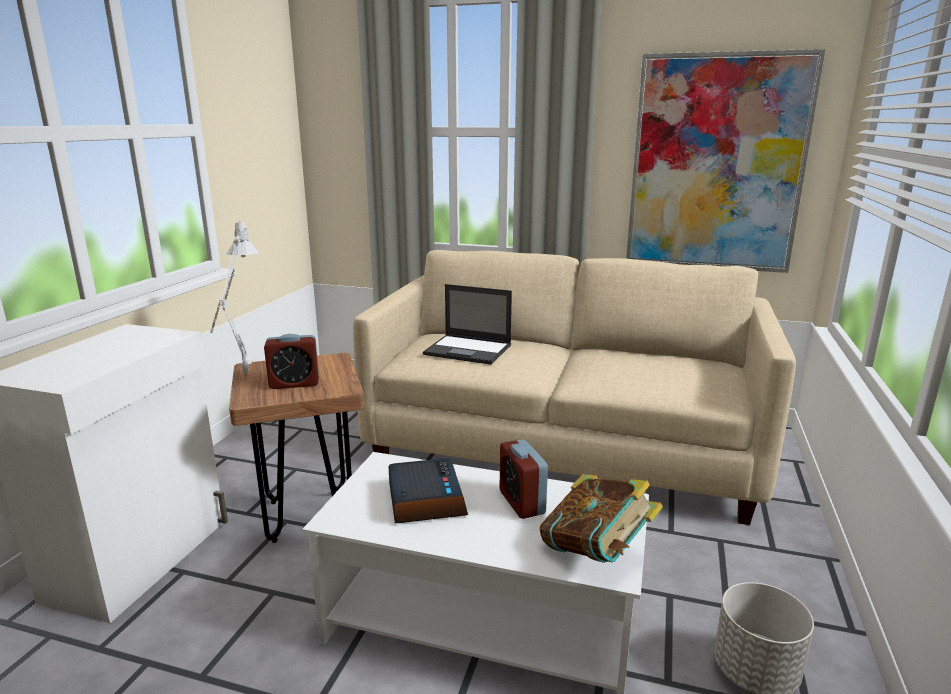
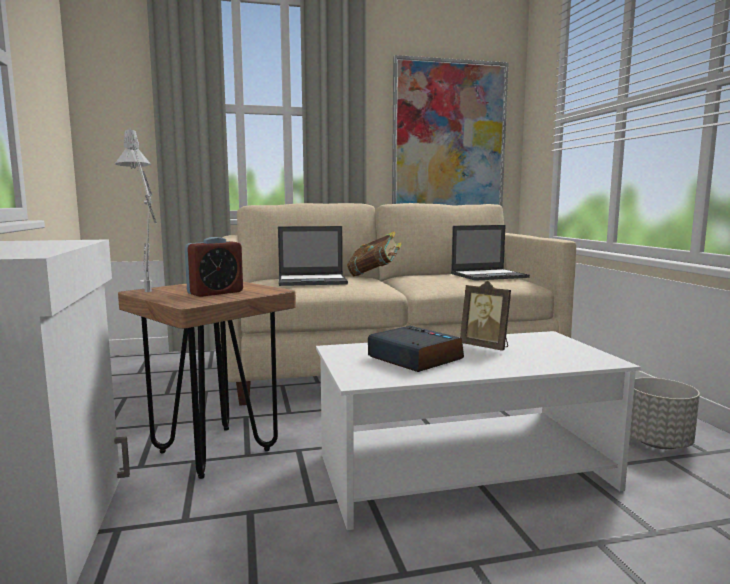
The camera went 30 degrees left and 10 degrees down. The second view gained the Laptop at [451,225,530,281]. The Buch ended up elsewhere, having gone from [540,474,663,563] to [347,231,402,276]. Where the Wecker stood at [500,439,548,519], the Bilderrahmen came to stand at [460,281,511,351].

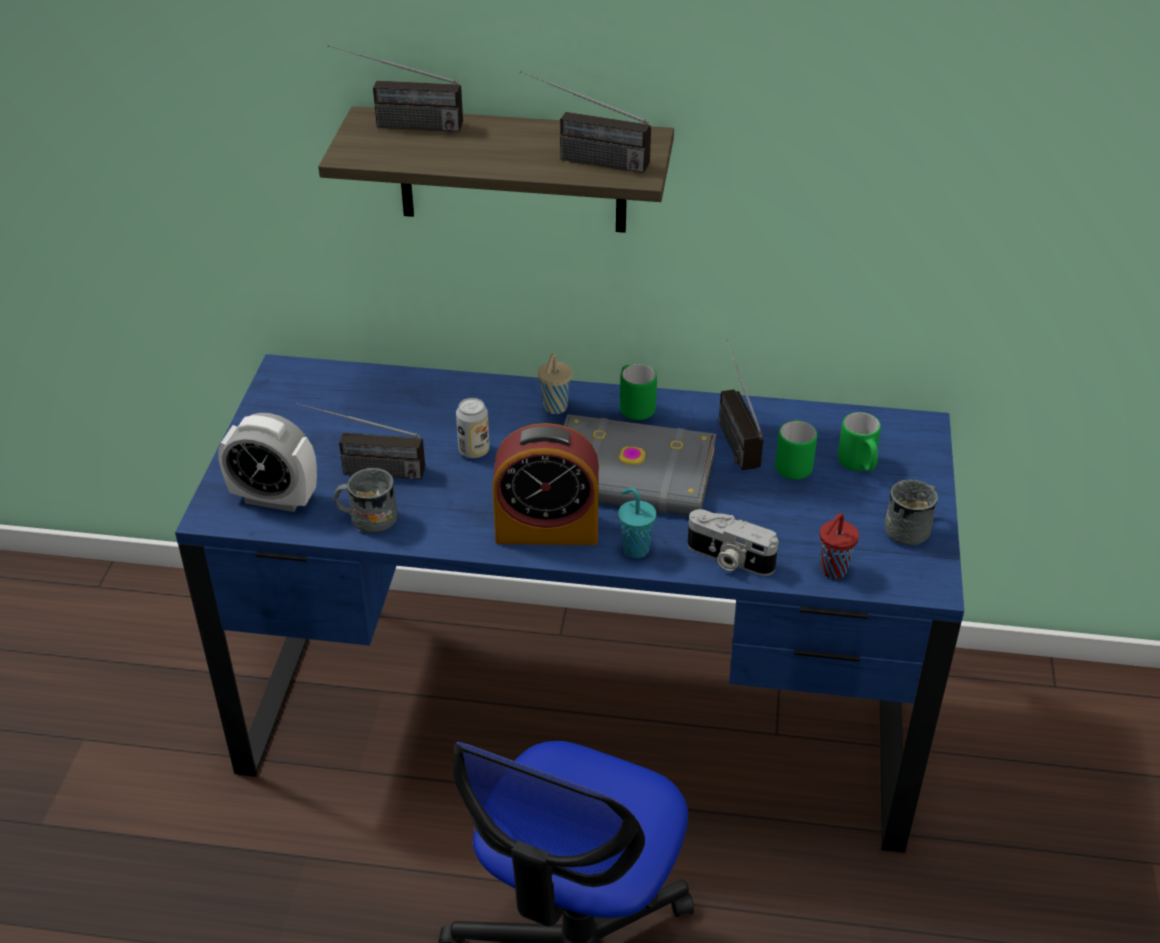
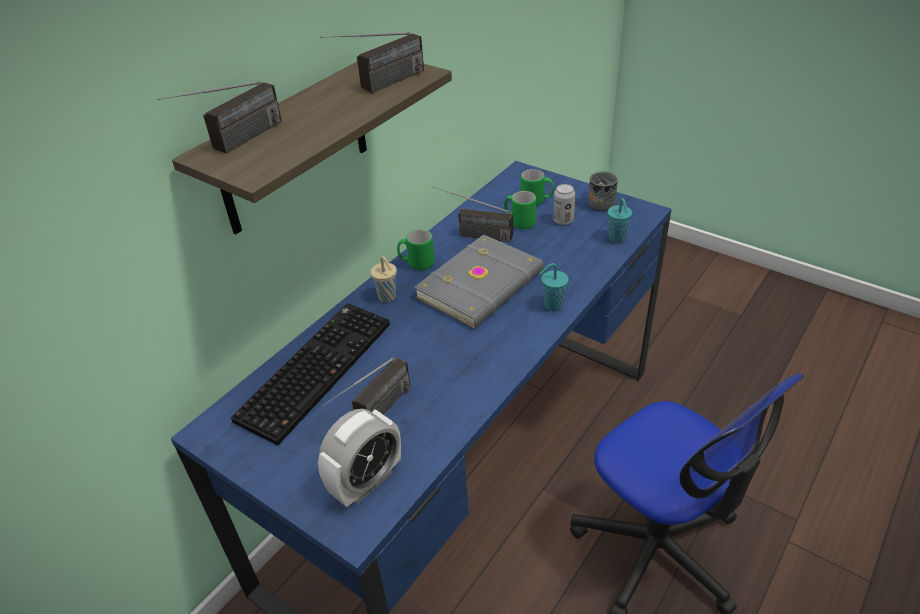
The camera went 60 degrees left and 0 degrees up. The second view lost the Henkelbecher/grau at [334,468,398,533]. The second view lost the Wecker at [493,423,599,545]. The second view lost the Kamera at [687,509,778,576]. The second view gained the Tastatur at [231,303,390,445]. The Dose ended up elsewhere, having gone from [456,398,490,458] to [553,184,575,225]. What was the Tasse/rot at [819,513,859,579] turned into the Tasse/türkis at [607,198,632,243].

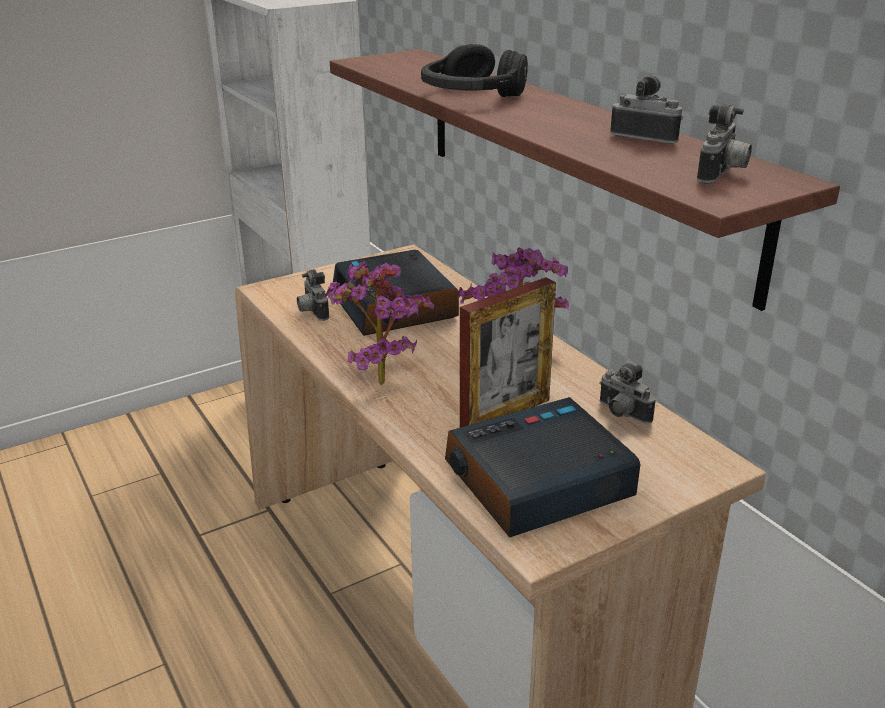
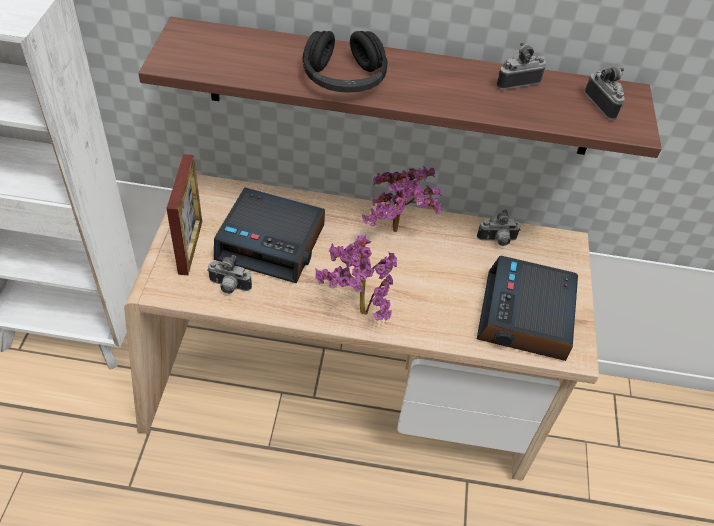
The camera went 55 degrees left and 20 degrees up. The Bilderrahmen ended up elsewhere, having gone from [460,277,556,428] to [166,154,202,275].

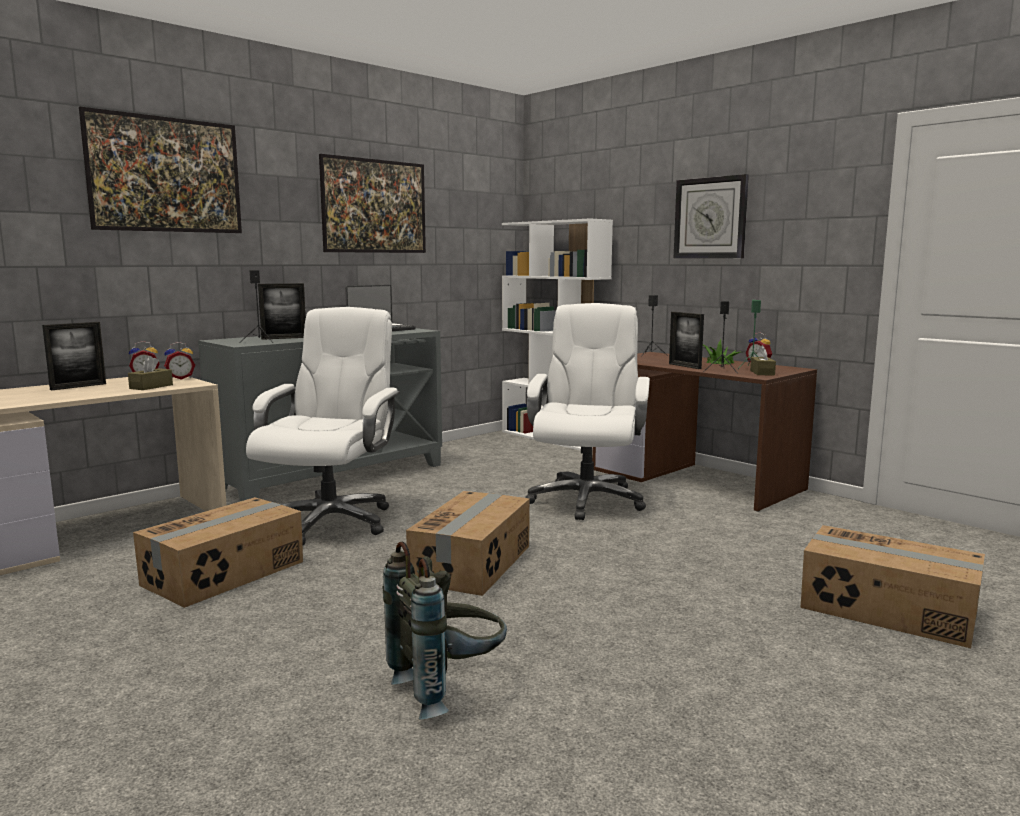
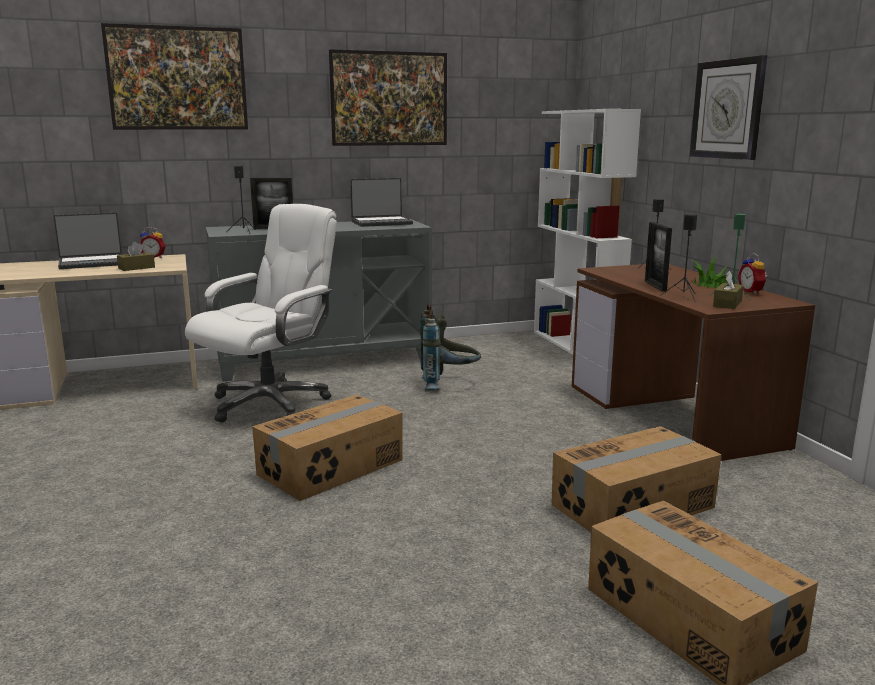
The camera went 25 degrees right and 5 degrees up. The second view lost the Wecker at [164,342,195,380]. The second view lost the Bürostuhl/weiß at [525,303,650,520]. The Karton ended up elsewhere, having gone from [133,497,303,608] to [551,426,721,532]. The Rucksack/grau ended up elsewhere, having gone from [382,542,507,719] to [420,304,481,391]. Where the Bilderrahmen stood at [42,322,106,390], the Laptop came to stand at [53,212,122,269].

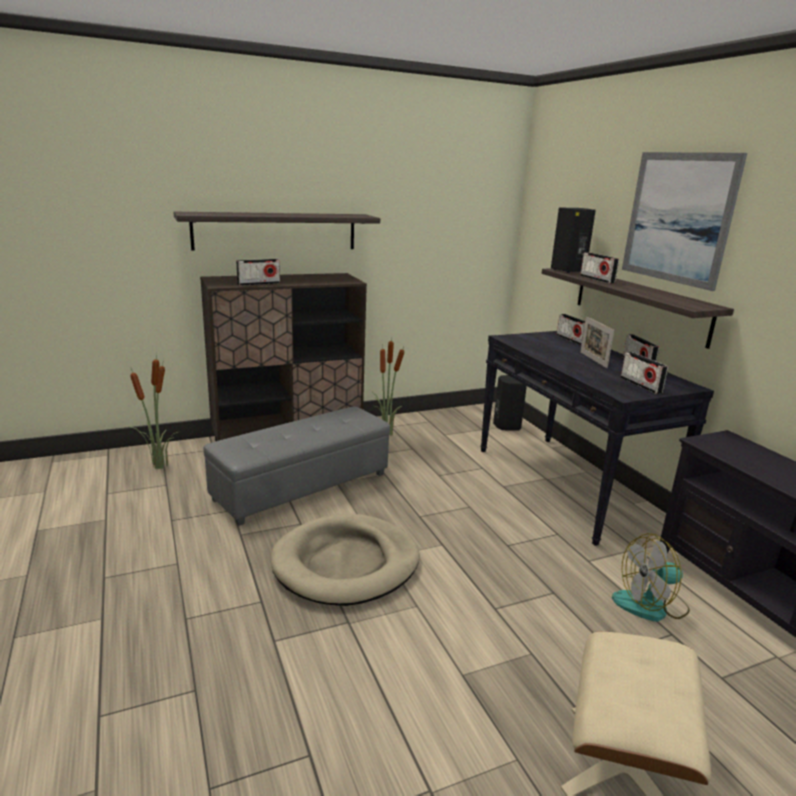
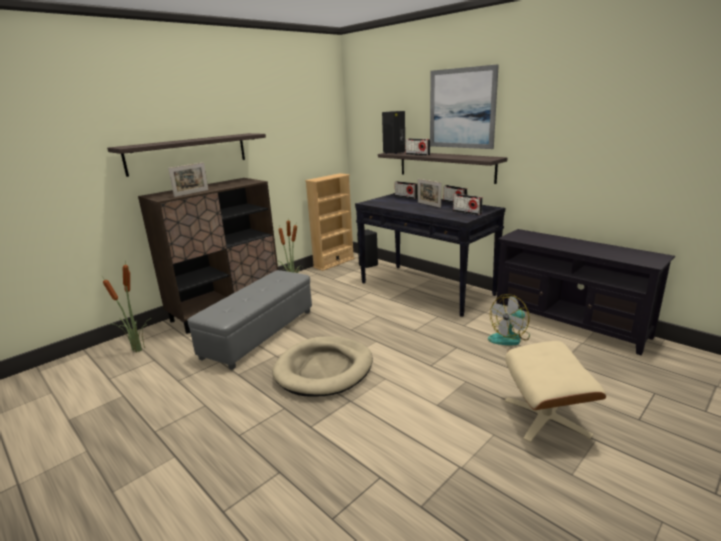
The camera went 20 degrees left and 0 degrees up. The second view gained the Bücherregal/beige at [305,173,355,271]. Where the Radio stood at [236,259,280,286], the Bilderrahmen came to stand at [168,162,209,197].

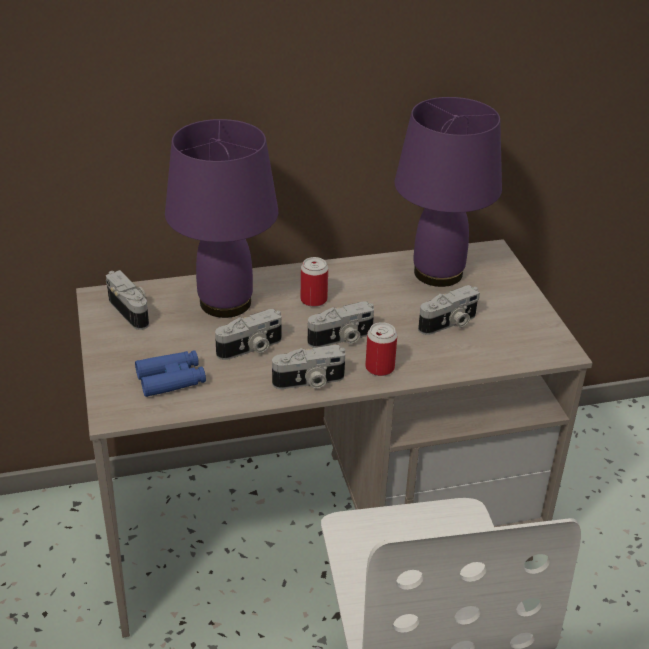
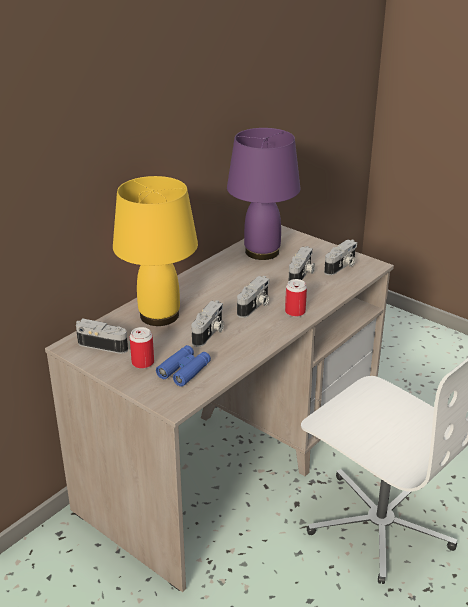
The camera went 35 degrees left and 5 degrees down. The Kamera ended up elsewhere, having gone from [272,345,345,389] to [324,239,357,275]. The Dose ended up elsewhere, having gone from [301,257,328,307] to [130,327,154,369]. What was the Tischlampe/lila at [165,119,278,318] turned into the Tischlampe/gelb at [113,176,198,326].

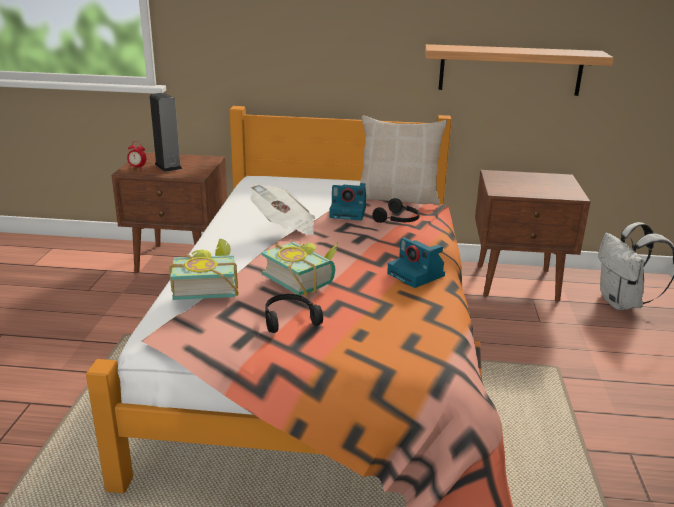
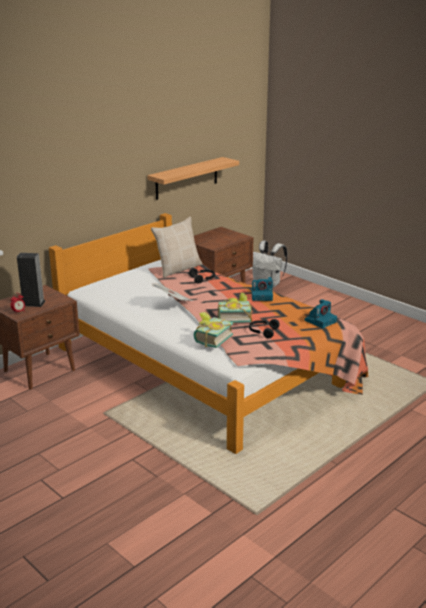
The camera went 50 degrees left and 0 degrees up. The Kamera ended up elsewhere, having gone from [329,183,366,220] to [305,299,337,329].

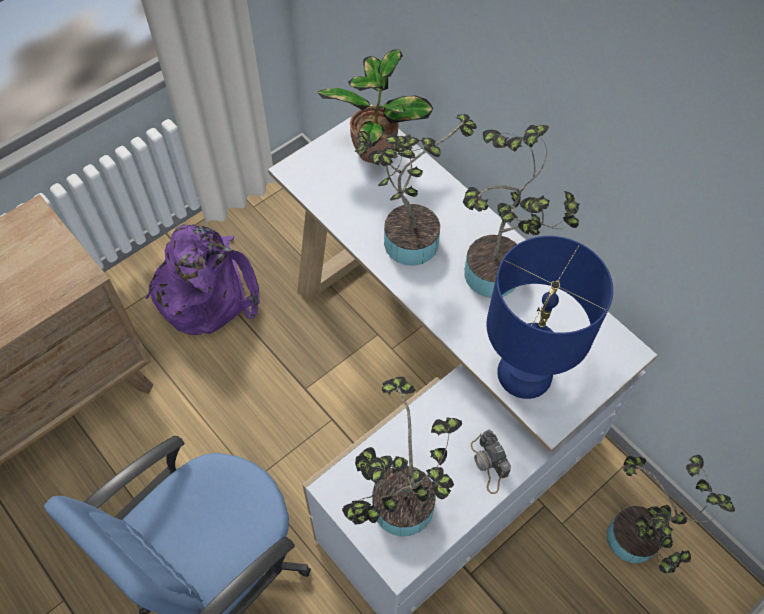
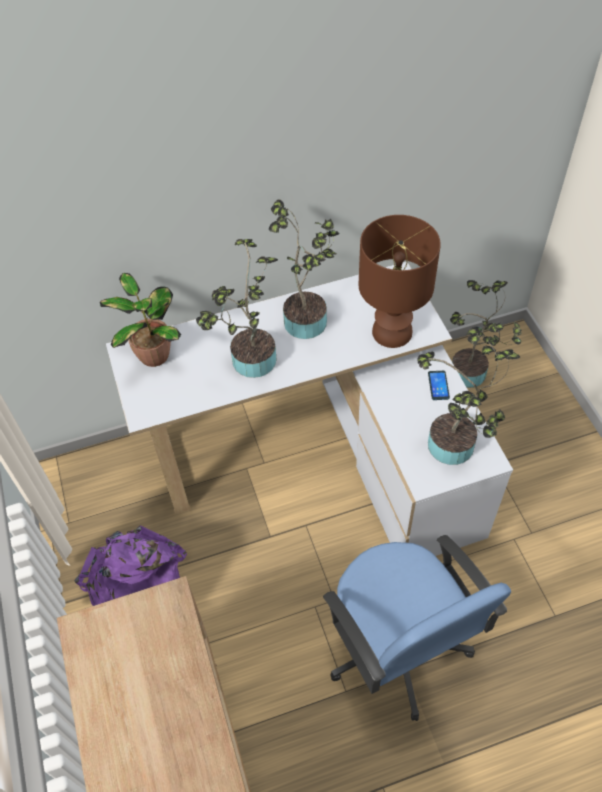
The camera went 65 degrees left and 5 degrees down. Where the Kamera stood at [471,430,511,494], the Handy came to stand at [428,371,450,400]. What was the Tischlampe/blau at [487,236,613,399] turned into the Tischlampe/braun at [359,215,441,348].

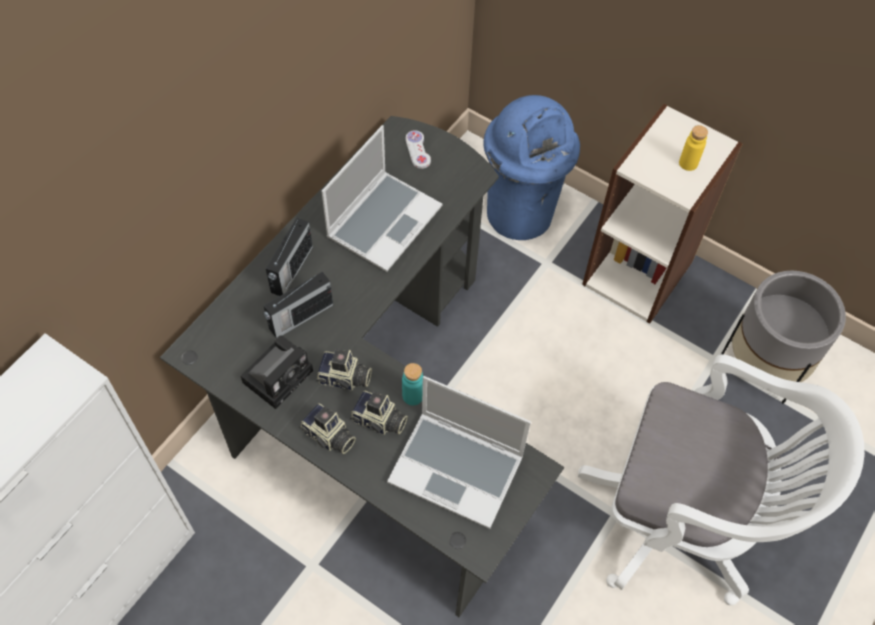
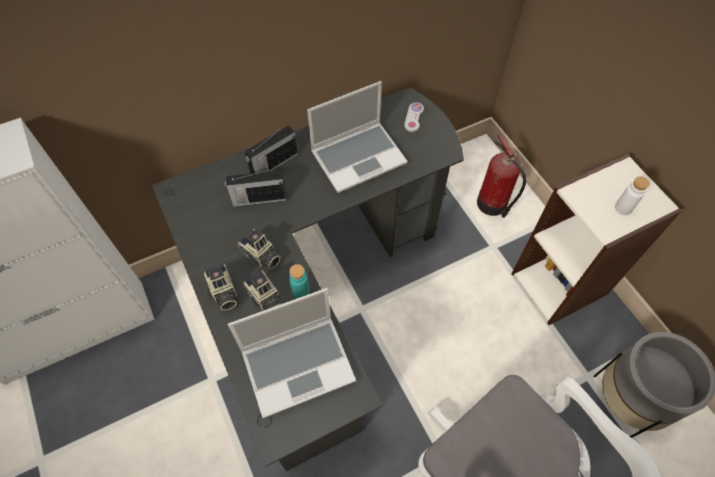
The camera went 30 degrees right and 0 degrees up. The second view lost the Kamera at [241,335,313,409]. Where the Mülleimer/blau stood at [484,95,580,240], the Feuerlöscher came to stand at [477,134,526,218]. What was the Flasche/gelb at [679,125,708,171] turned into the Flasche/weiß at [615,176,650,215]. The Laptop at [387,376,531,529] ended up facing another way, 75 degrees counterclockwise from before.

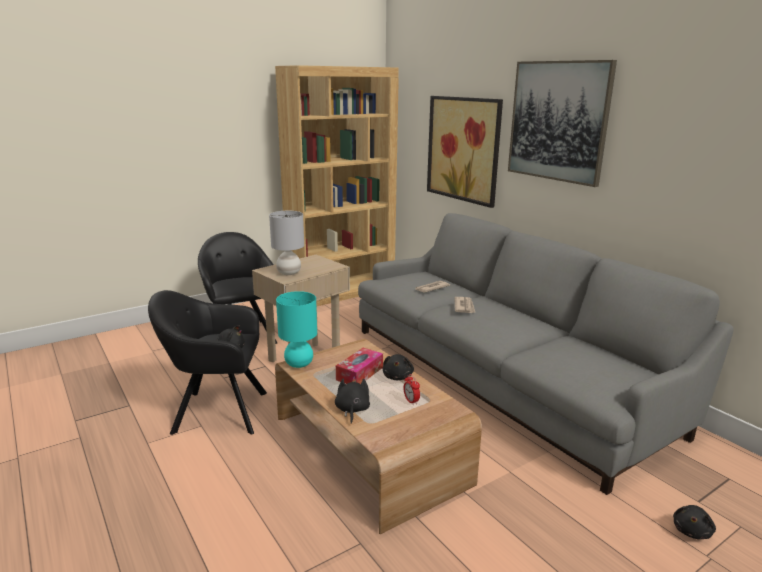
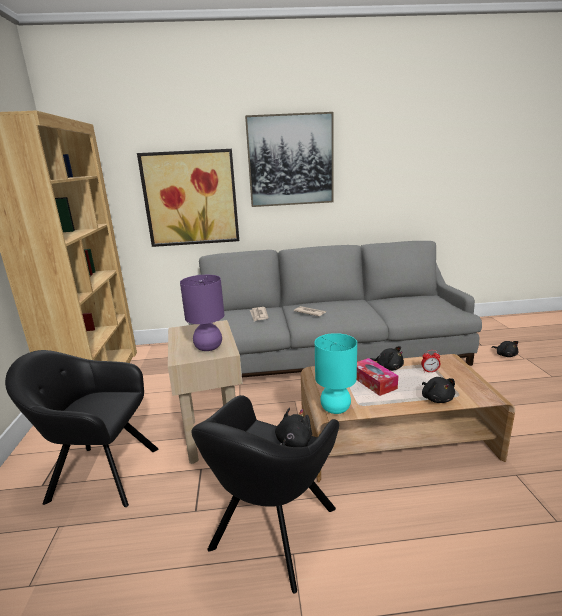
The camera went 60 degrees left and 0 degrees up. What was the Tischlampe/grau at [269,211,304,275] turned into the Tischlampe/lila at [180,275,225,351]. The Plüschtier/schwarz at [335,377,370,424] ended up facing another way, 135 degrees counterclockwise from before.

